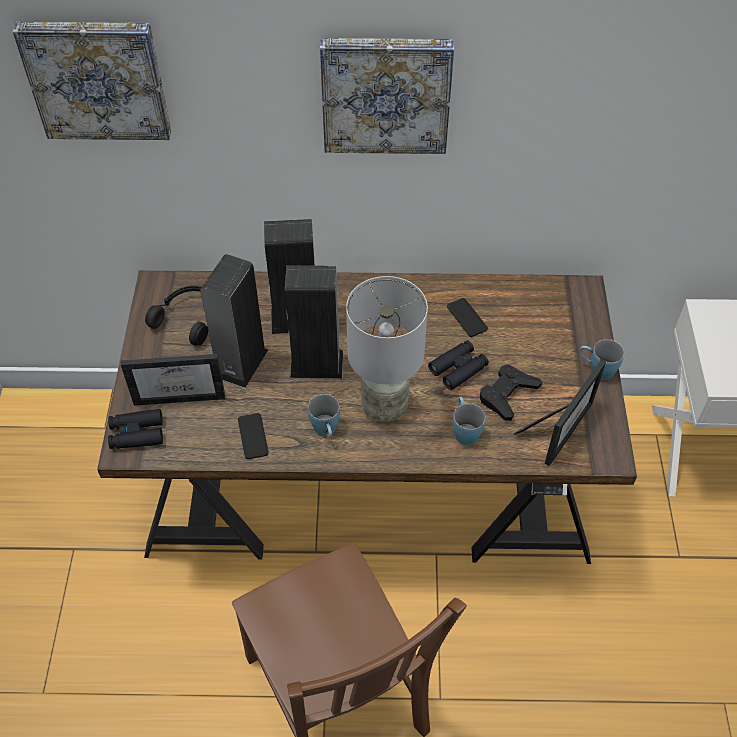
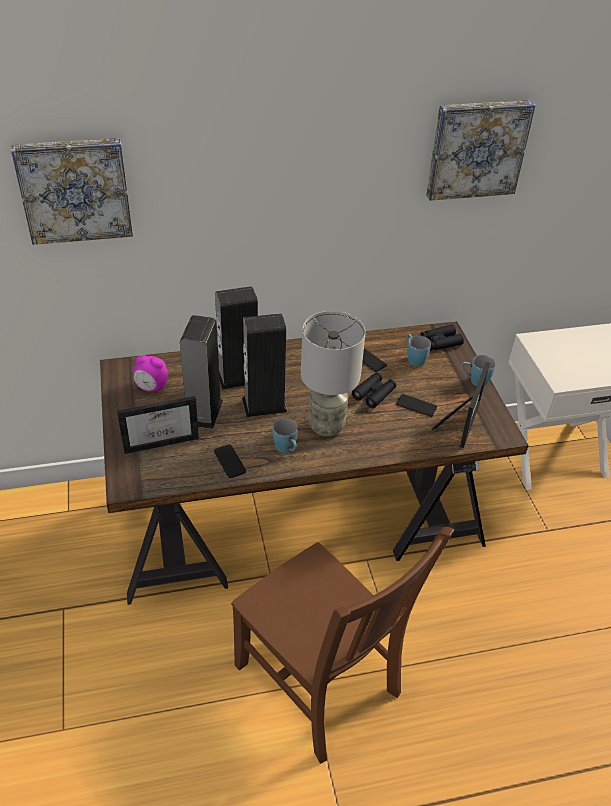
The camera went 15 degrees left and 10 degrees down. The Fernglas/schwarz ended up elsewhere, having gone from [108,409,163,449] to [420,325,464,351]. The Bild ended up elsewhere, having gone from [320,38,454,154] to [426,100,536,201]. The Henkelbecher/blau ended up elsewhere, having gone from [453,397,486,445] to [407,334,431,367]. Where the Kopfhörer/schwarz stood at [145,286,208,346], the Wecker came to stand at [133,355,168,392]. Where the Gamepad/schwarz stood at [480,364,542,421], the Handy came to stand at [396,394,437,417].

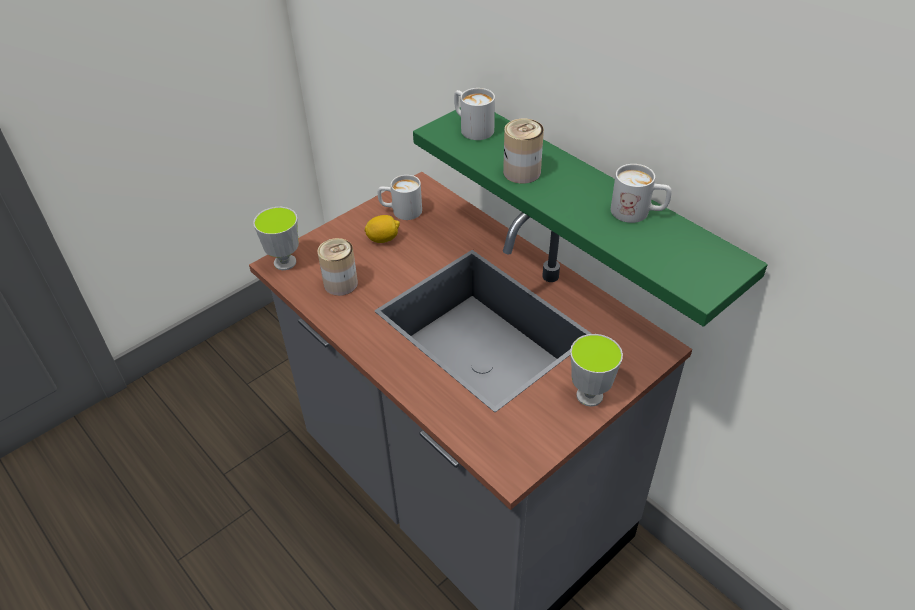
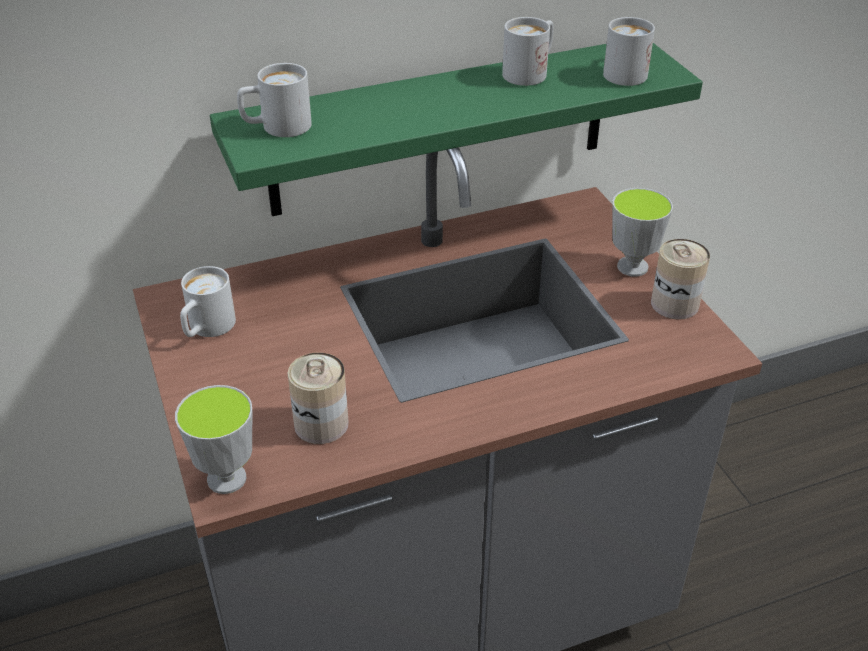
The camera went 70 degrees left and 5 degrees down. The second view lost the Zitrone at [364,215,400,243]. The second view gained the Henkelbecher/weiß at [603,17,655,86]. The Dose ended up elsewhere, having gone from [503,119,544,184] to [651,239,710,320].

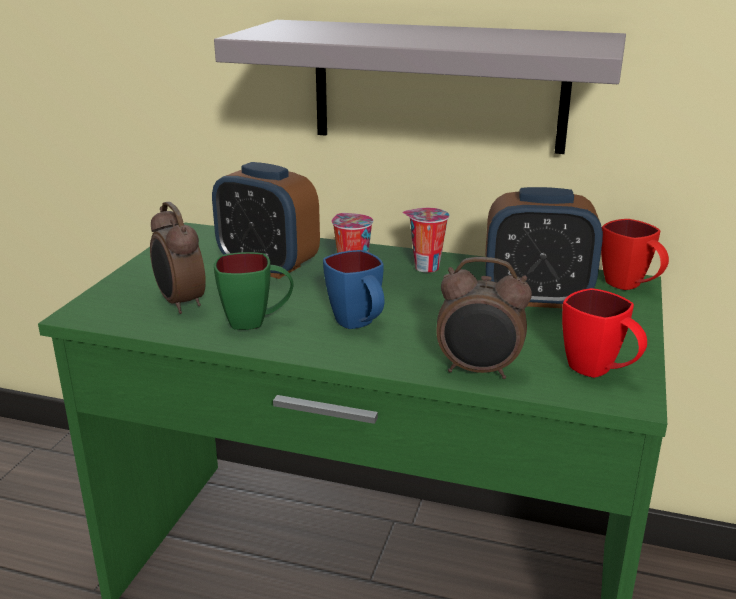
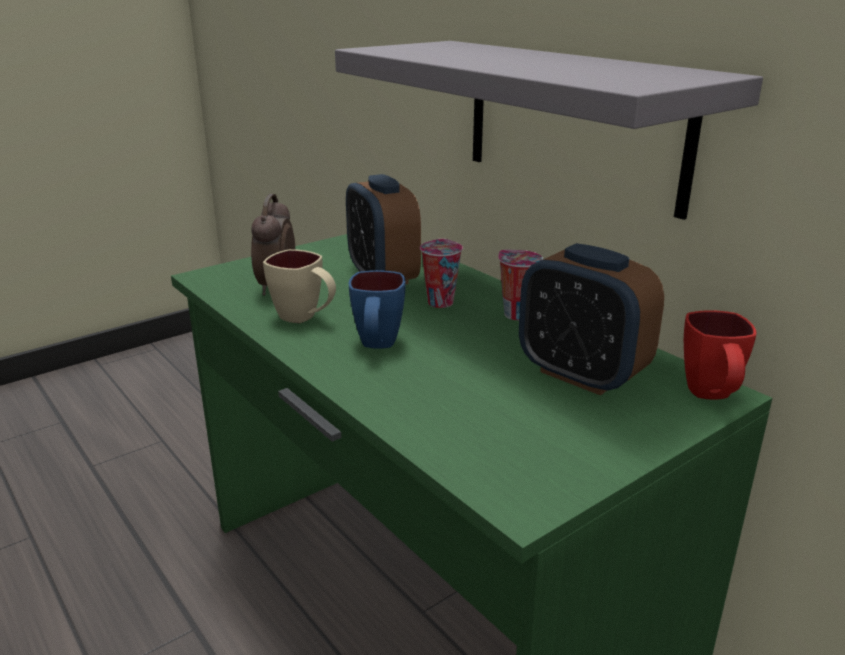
The camera went 35 degrees right and 0 degrees up. The second view lost the Wecker at [437,257,532,379]. The second view lost the Henkelbecher/rot at [562,288,647,378]. What was the Henkelbecher/grün at [214,252,294,330] turned into the Henkelbecher/beige at [263,249,336,323].

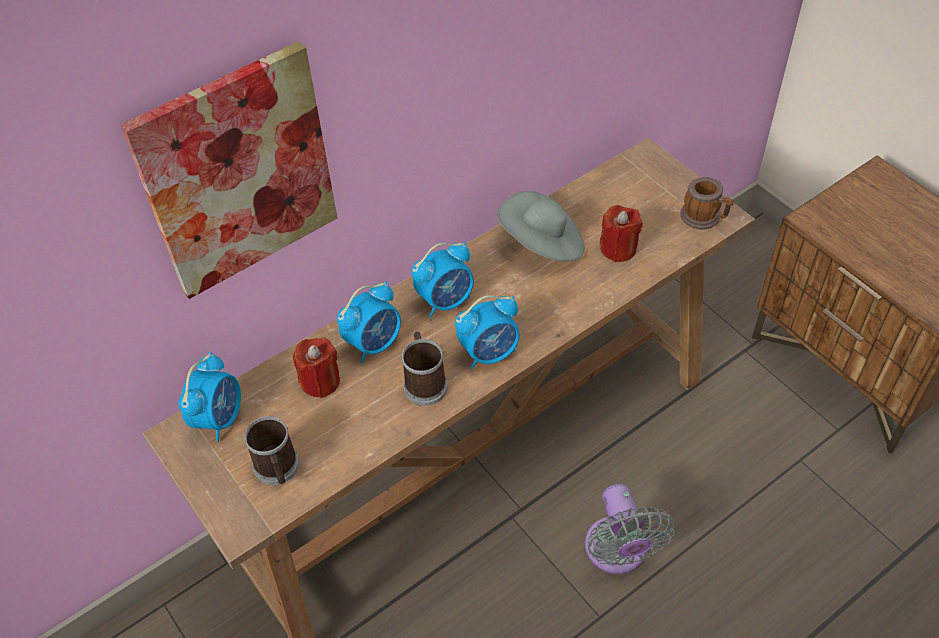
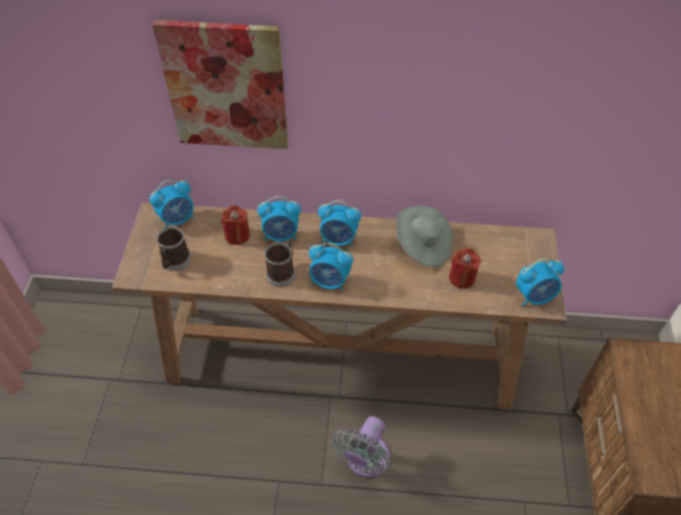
The camera went 40 degrees right and 0 degrees up. Where the Henkelbecher stood at [681,177,734,230], the Wecker came to stand at [516,258,564,306].

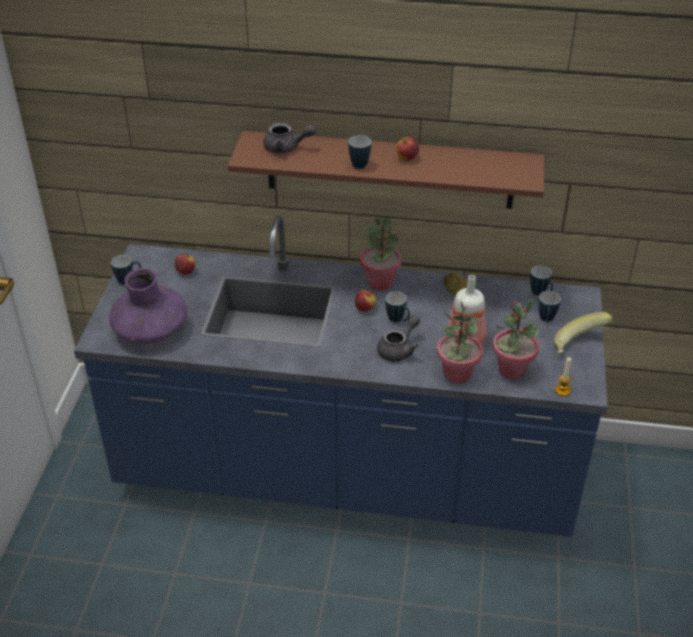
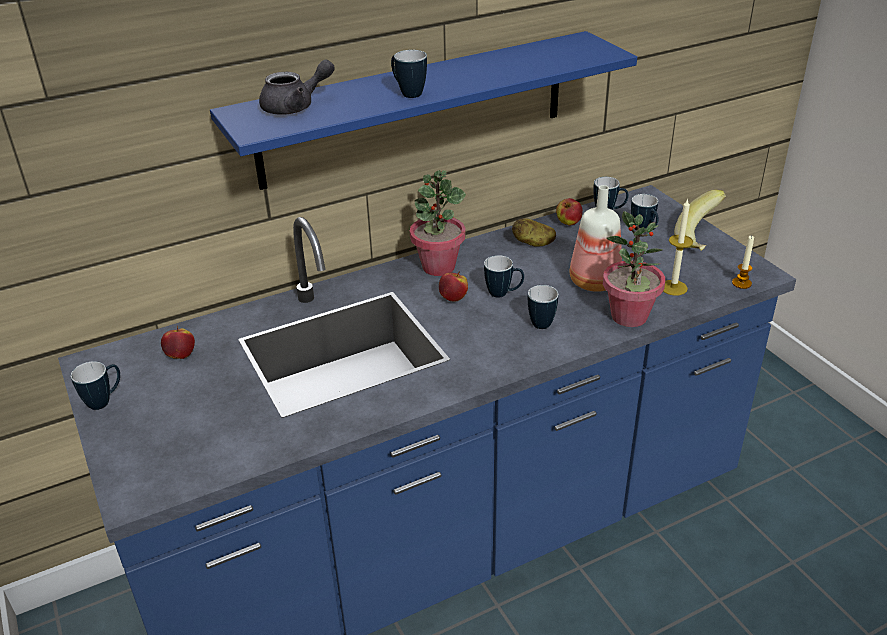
The camera went 35 degrees left and 5 degrees down. The second view lost the Vase/lila at [109,268,187,344]. The Apfel ended up elsewhere, having gone from [396,137,419,161] to [556,198,583,226]. Where the Teekanne/grau stood at [377,315,420,362], the Henkelbecher came to stand at [528,285,558,329]. Where the Topfpflanze stood at [493,299,540,380], the Kerze came to stand at [663,198,693,296]. What was the Wandregal/braun at [227,131,544,209] turned into the Wandregal/blau at [210,31,637,190].

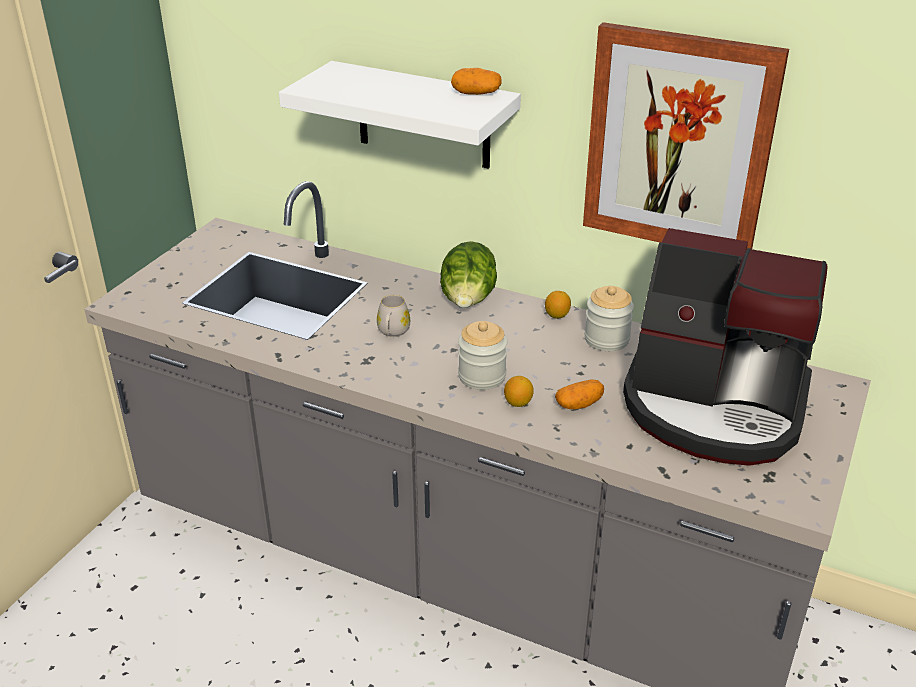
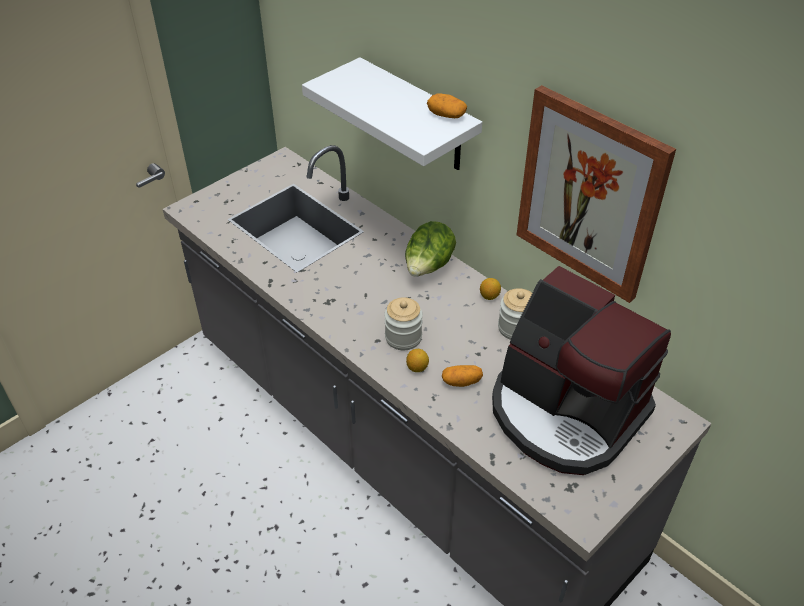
The camera went 20 degrees right and 10 degrees up. The second view lost the Henkelbecher/weiß at [377,295,410,337].

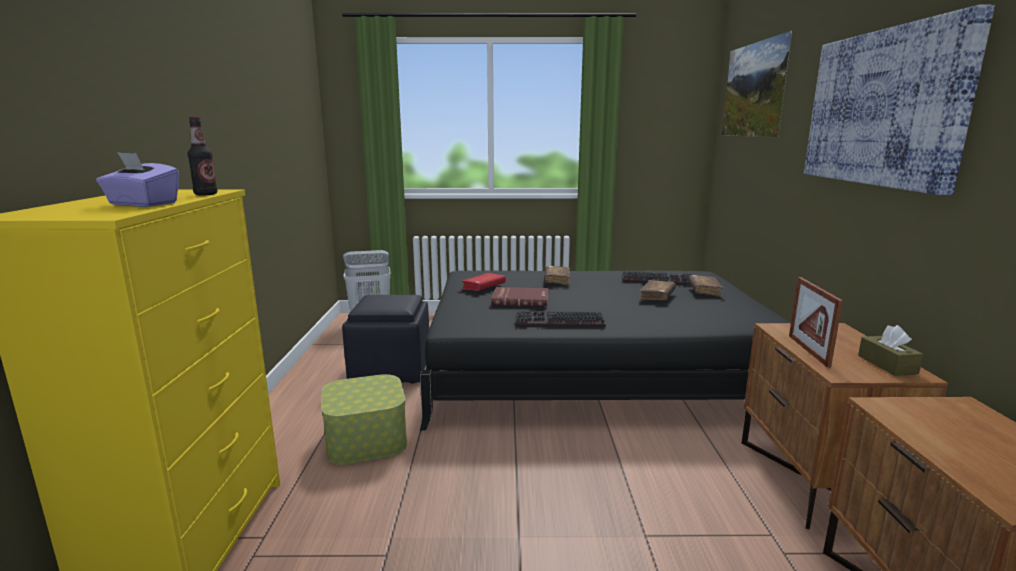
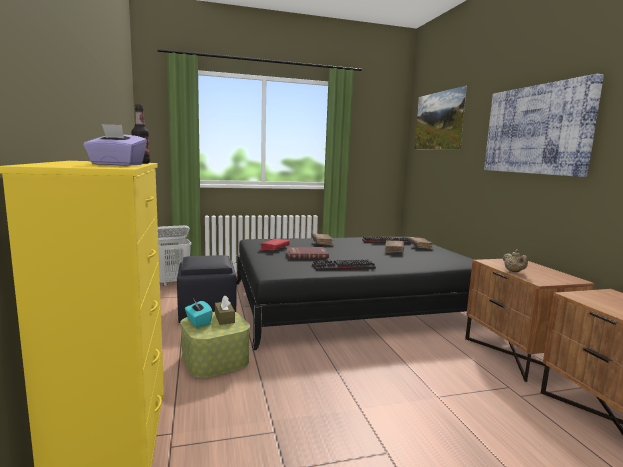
The camera went 15 degrees left and 5 degrees down. The second view gained the Taschentuchbox/türkis at [185,300,213,327]. The Taschentuchbox/braun ended up elsewhere, having gone from [858,325,923,376] to [215,296,235,325]. Where the Bilderrahmen stood at [789,277,843,368], the Teekanne/beige came to stand at [503,250,528,272].

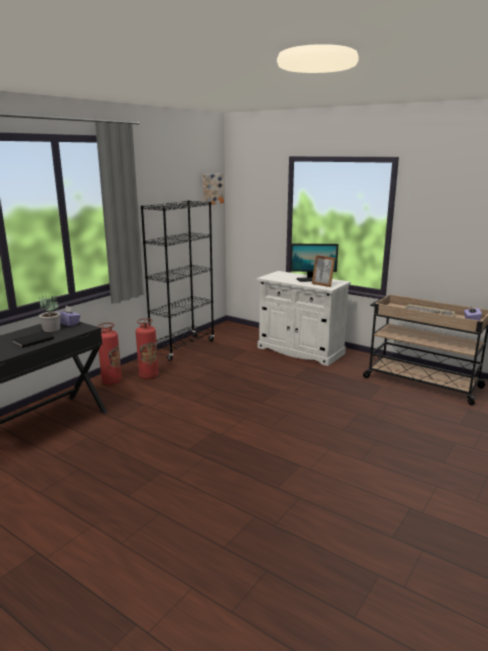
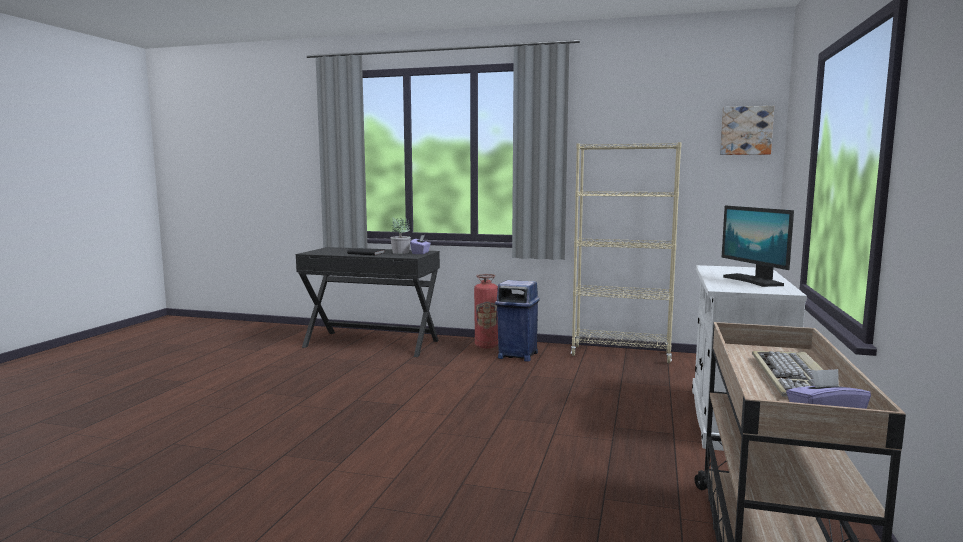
The camera went 70 degrees right and 10 degrees down. The second view lost the Bilderrahmen at [312,255,335,287]. Where the Feuerlöscher stood at [135,318,159,379], the Mülleimer/blau came to stand at [495,280,540,362]. What was the Bücherregal/schwarz at [141,200,214,360] turned into the Bücherregal/beige at [571,142,682,363].

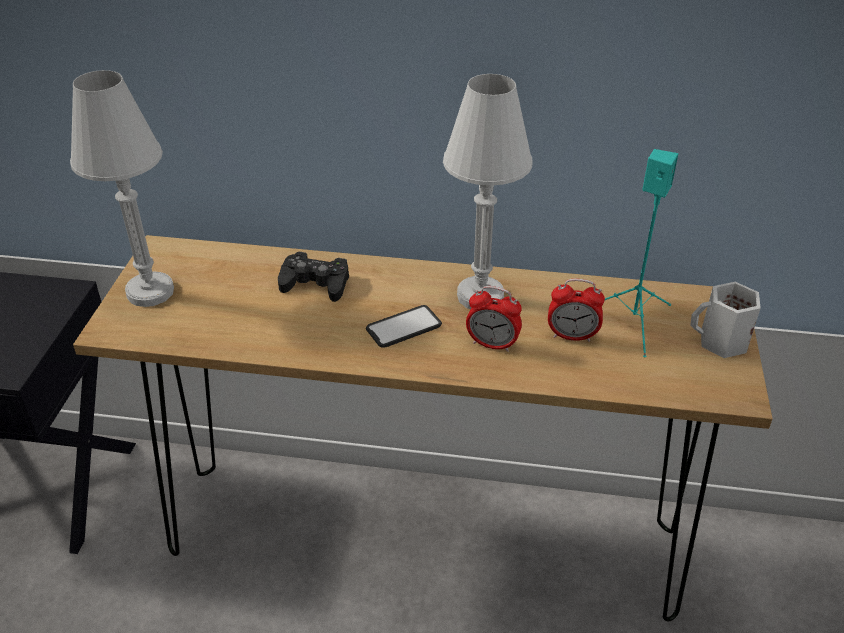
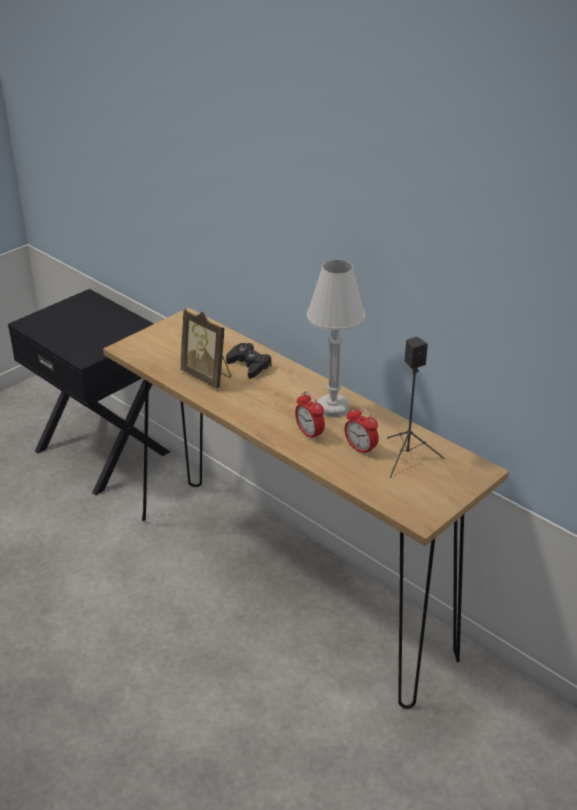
The camera went 35 degrees right and 5 degrees down. The second view lost the Tischlampe/weiß at [70,70,174,307]. The second view lost the Handy at [366,305,442,347]. The second view lost the Henkelbecher/weiß at [690,282,761,358]. The second view gained the Bilderrahmen at [180,309,231,388]. What was the Lautsprecher/türkis at [605,149,678,357] turned into the Lautsprecher/schwarz at [387,337,445,477].

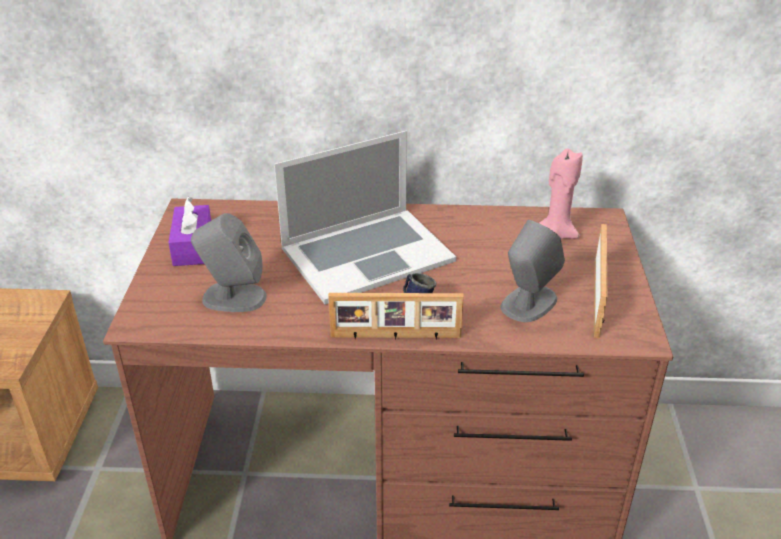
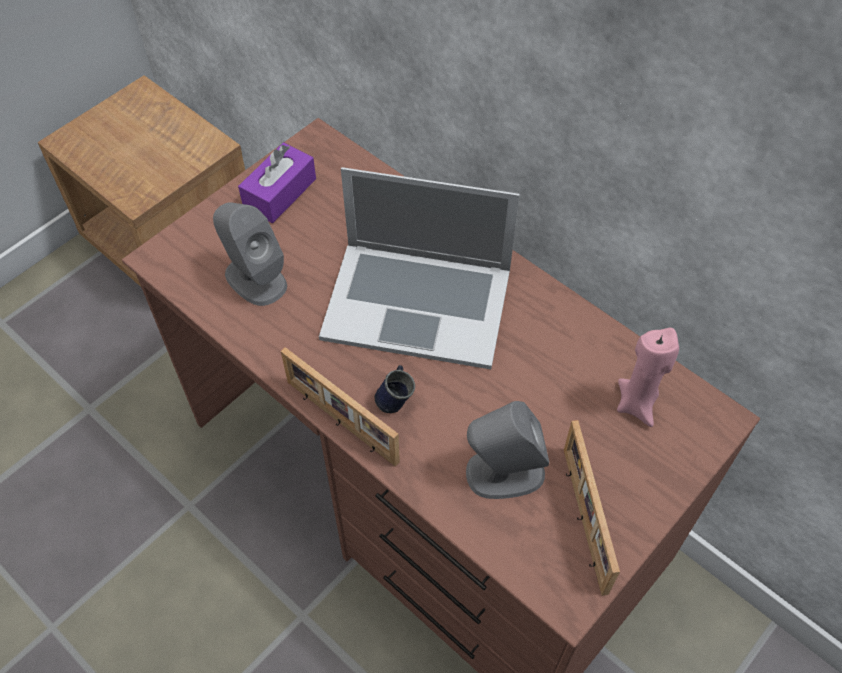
The camera went 40 degrees right and 20 degrees up. The Bilderrahmen at [594,224,607,338] ended up facing another way, 120 degrees clockwise from before.

